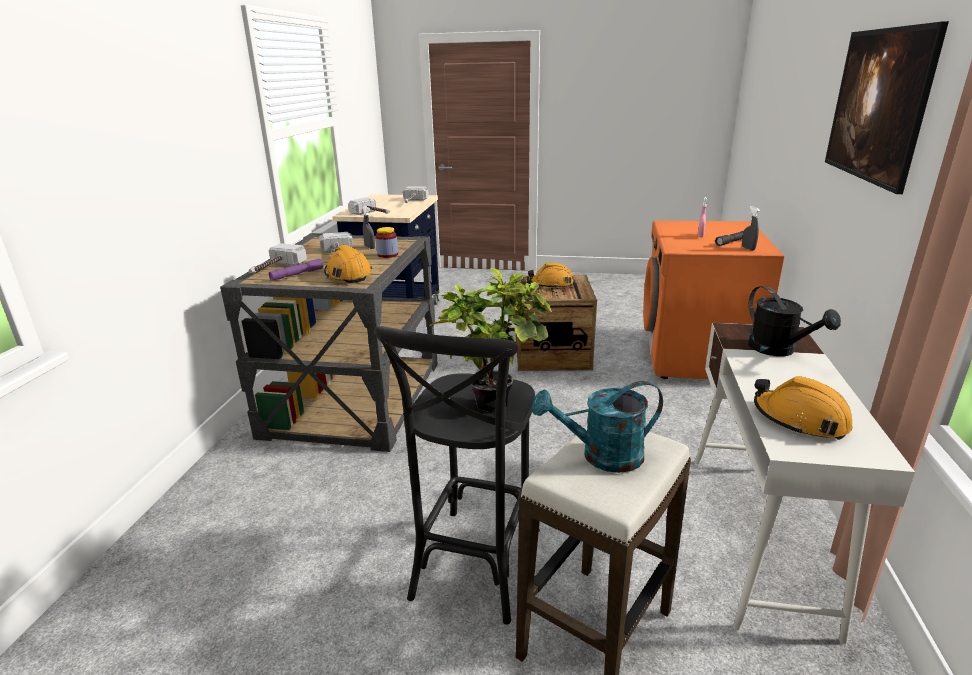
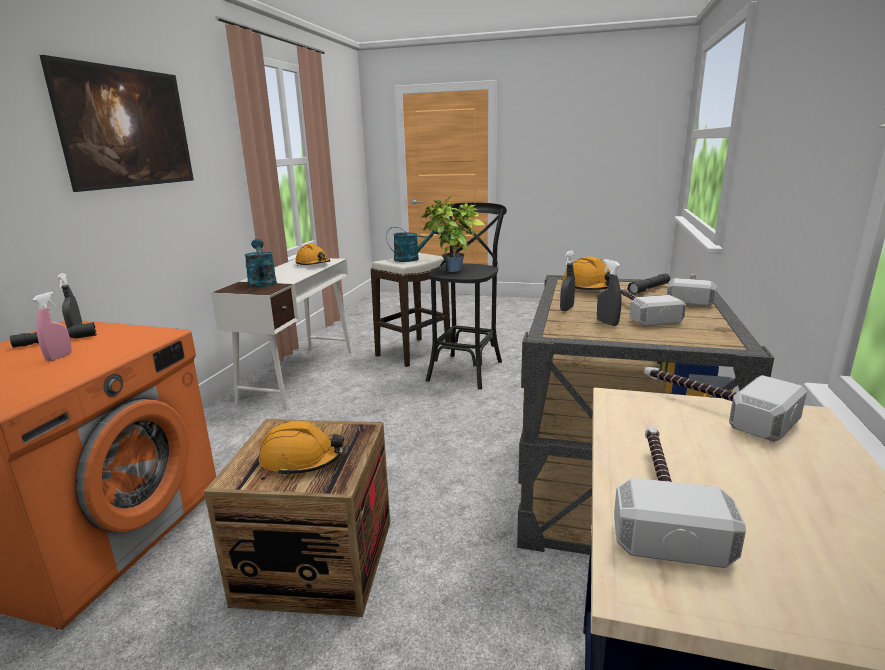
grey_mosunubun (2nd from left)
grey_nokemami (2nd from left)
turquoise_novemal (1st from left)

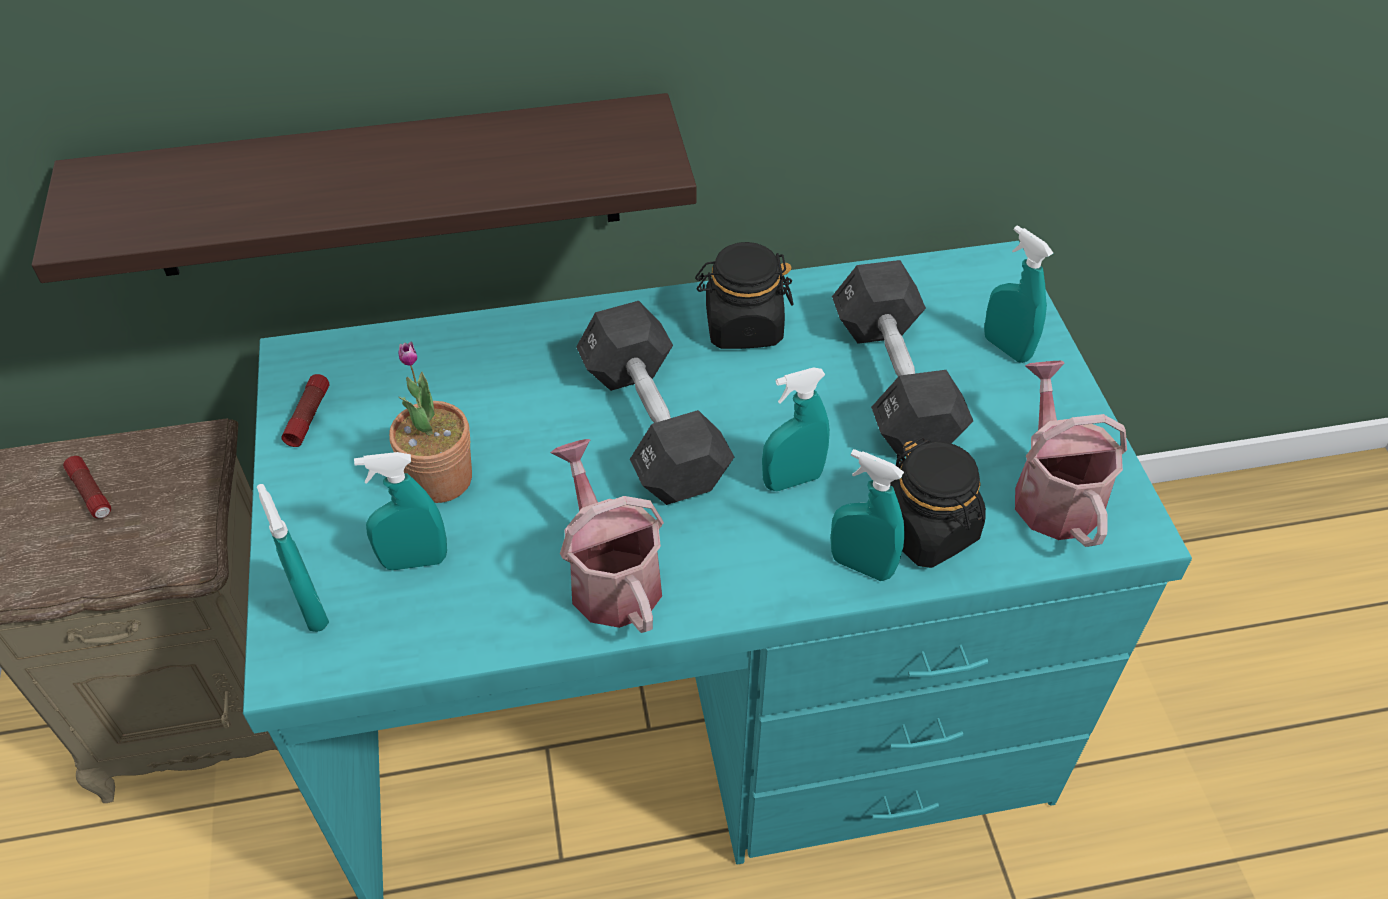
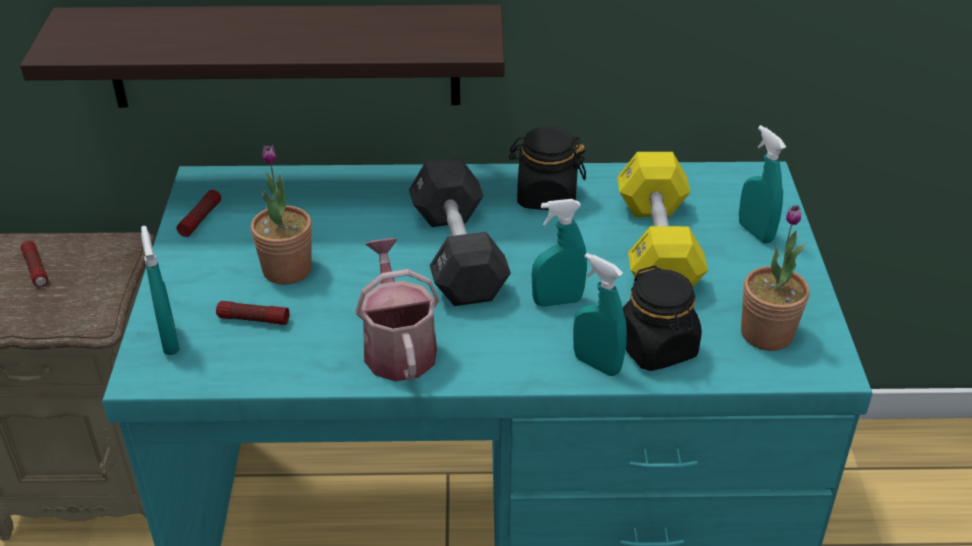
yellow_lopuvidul
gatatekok (2nd from left)
nokemami (3rd from left)

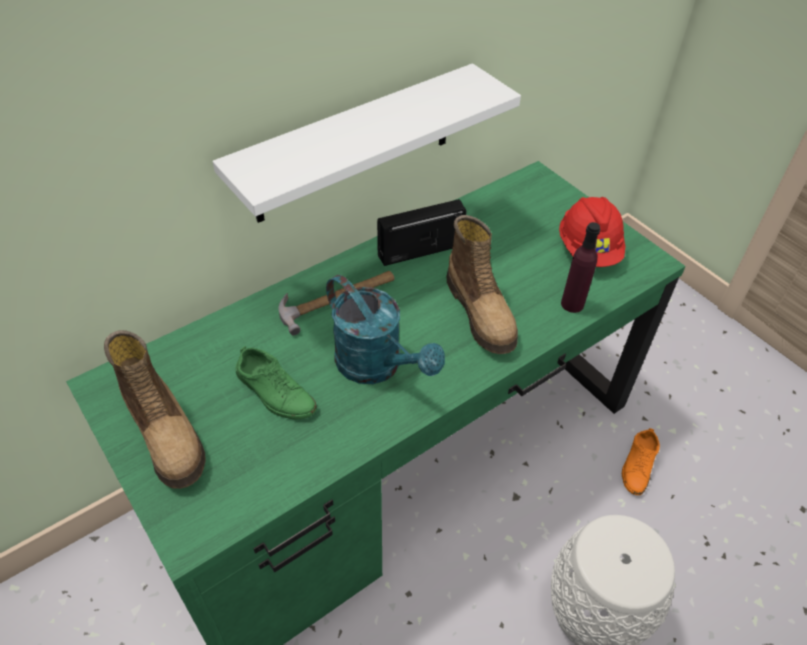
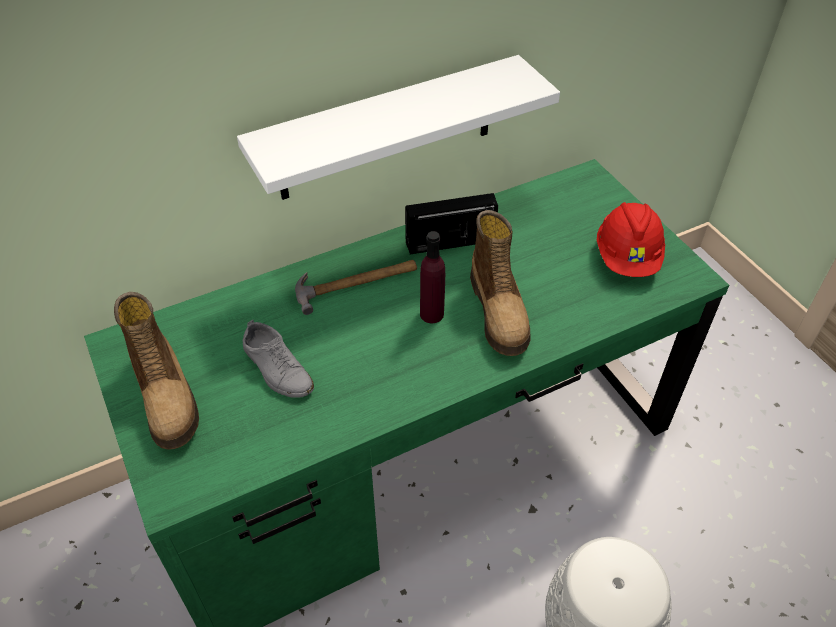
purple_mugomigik
turquoise_novemal
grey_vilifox
orange_vilifox

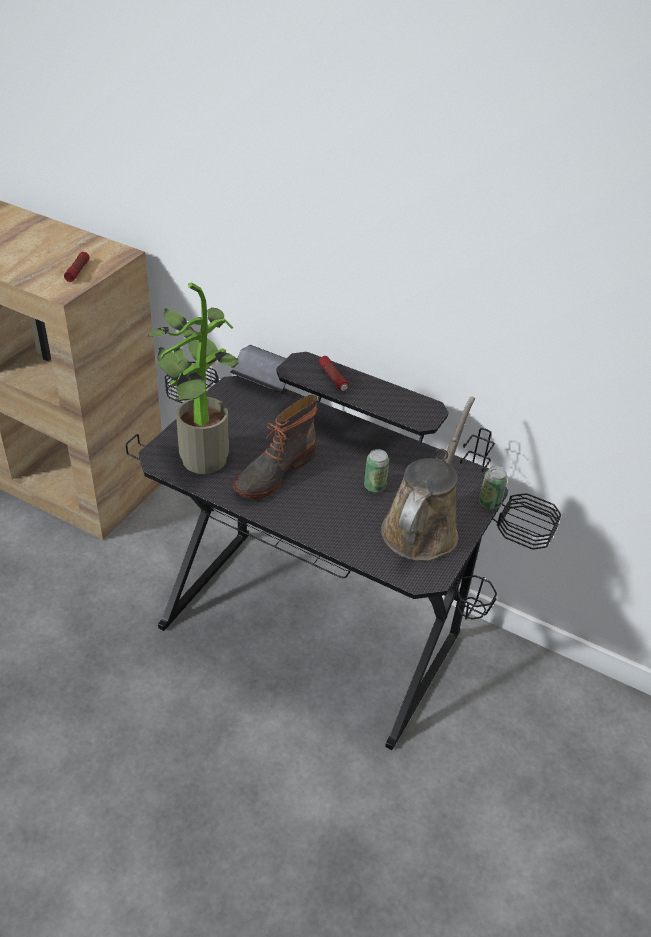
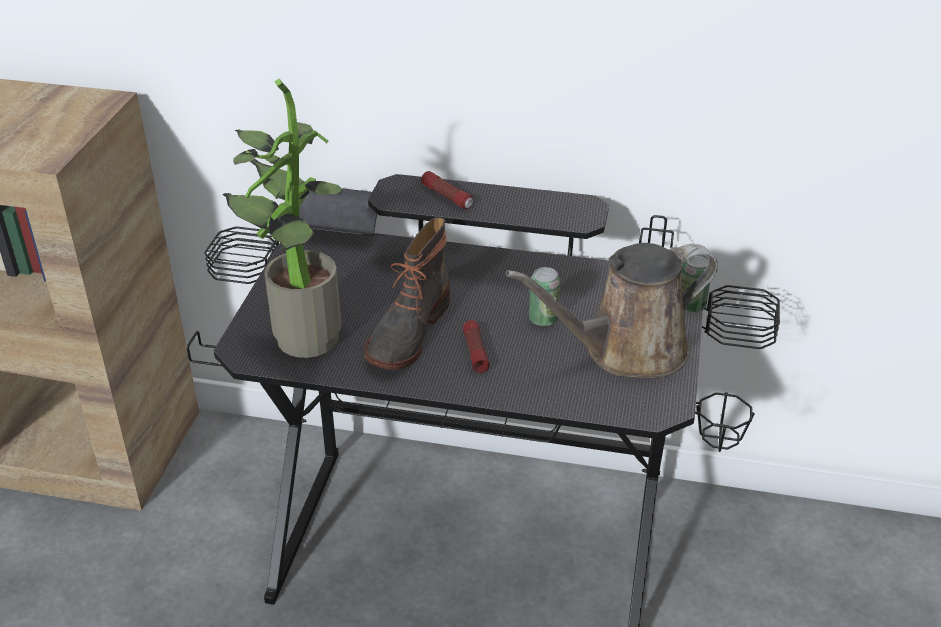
nokemami (2nd from left)
brown_novemal

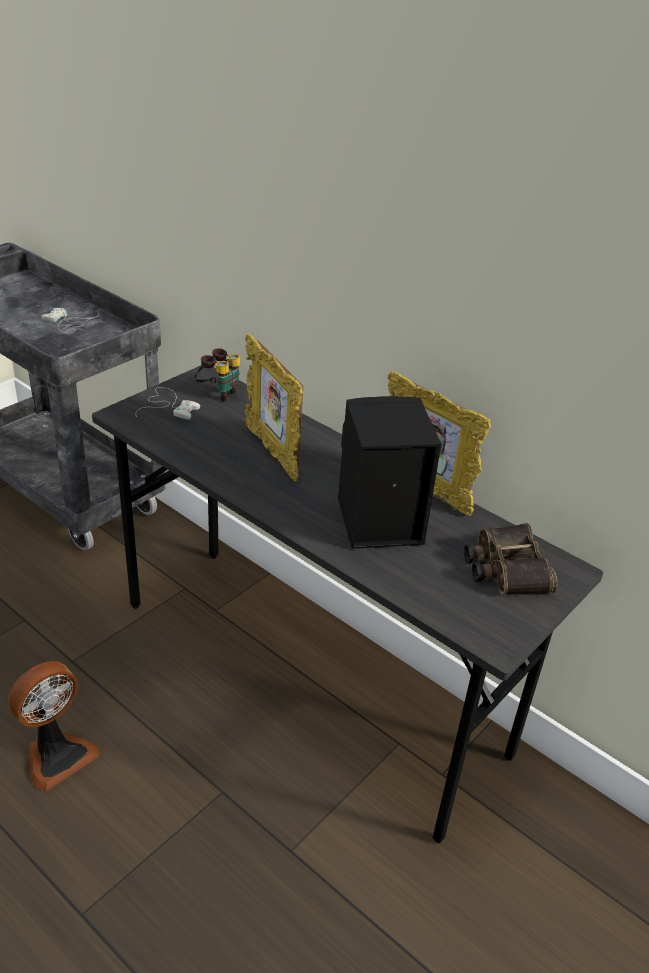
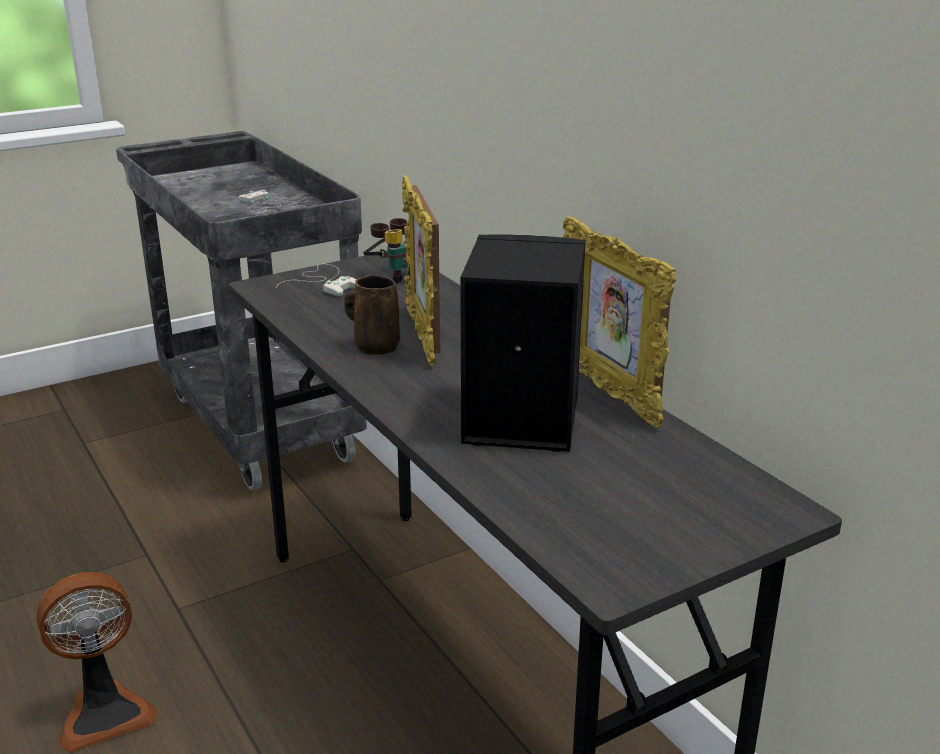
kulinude (2nd from left in the first image)
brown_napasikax

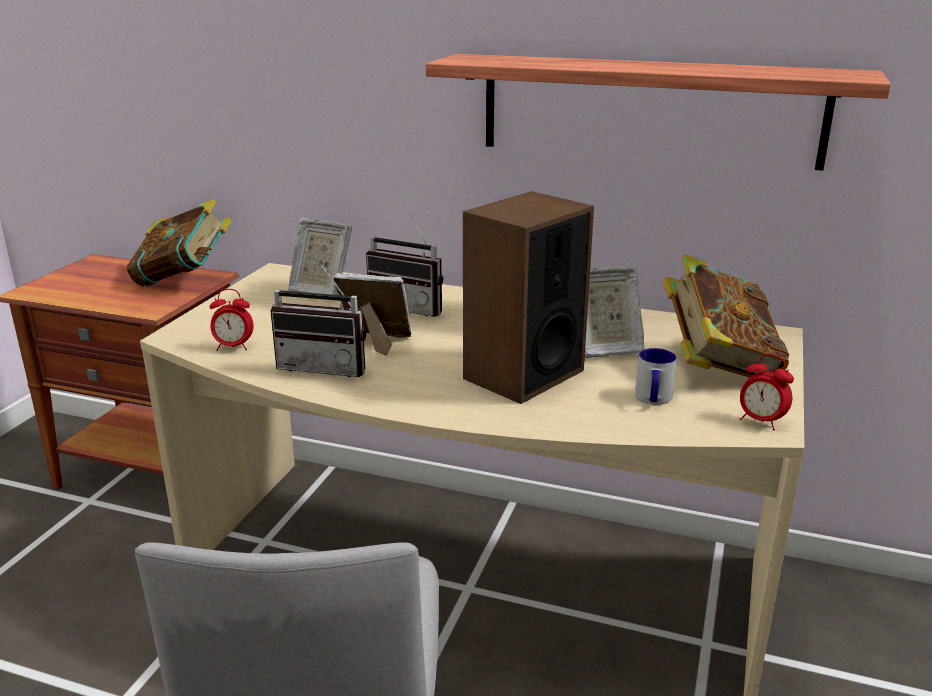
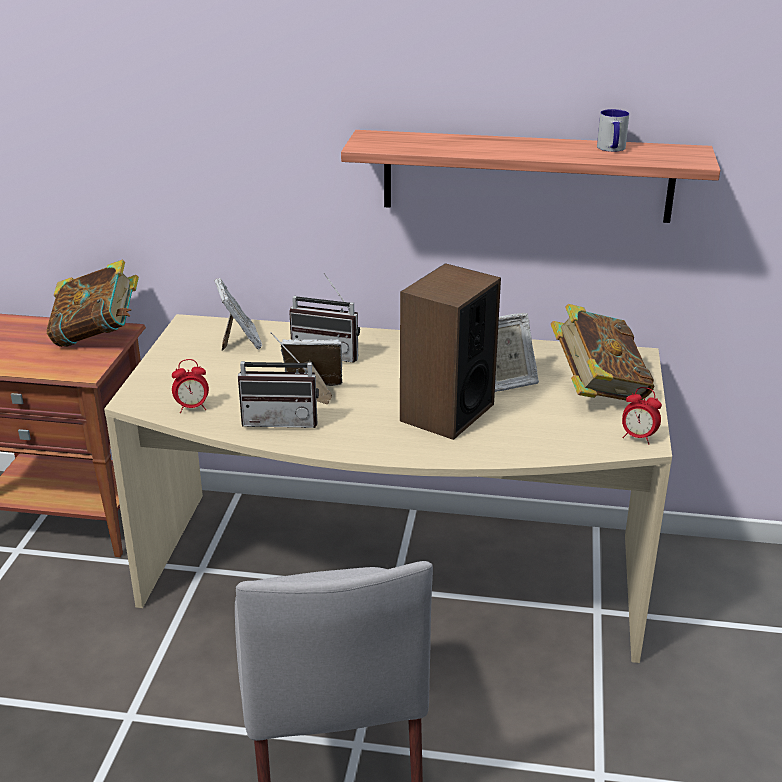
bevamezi (1st from left)
napasikax

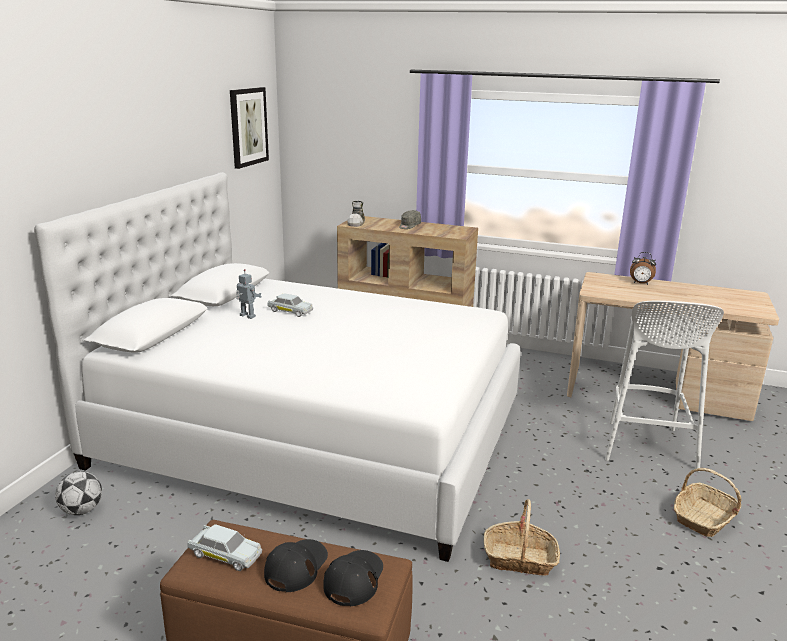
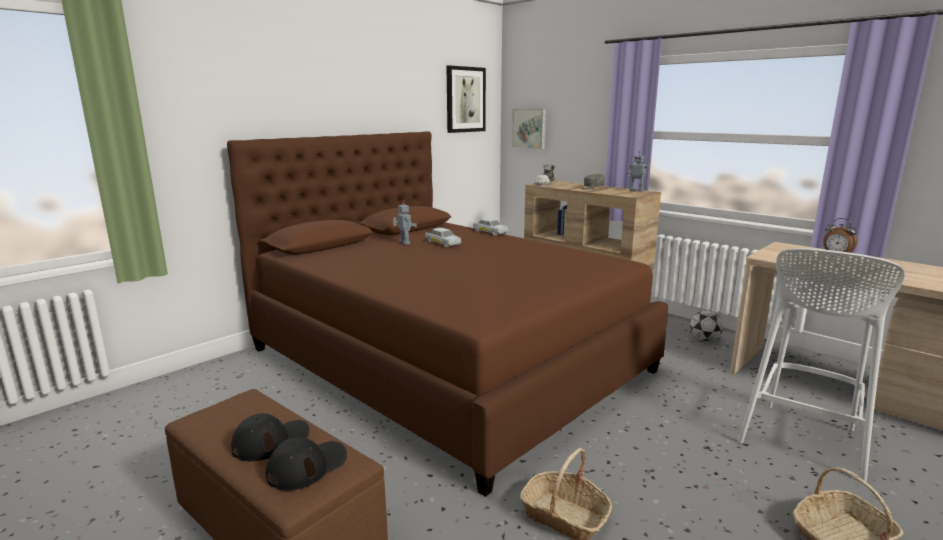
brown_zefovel
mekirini
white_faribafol (2nd from left)
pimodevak (2nd from left)
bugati (2nd from left)

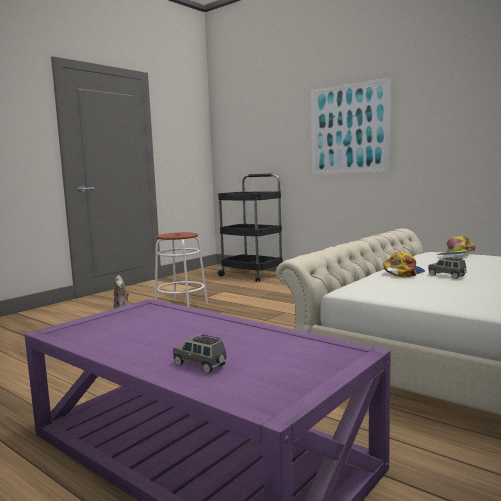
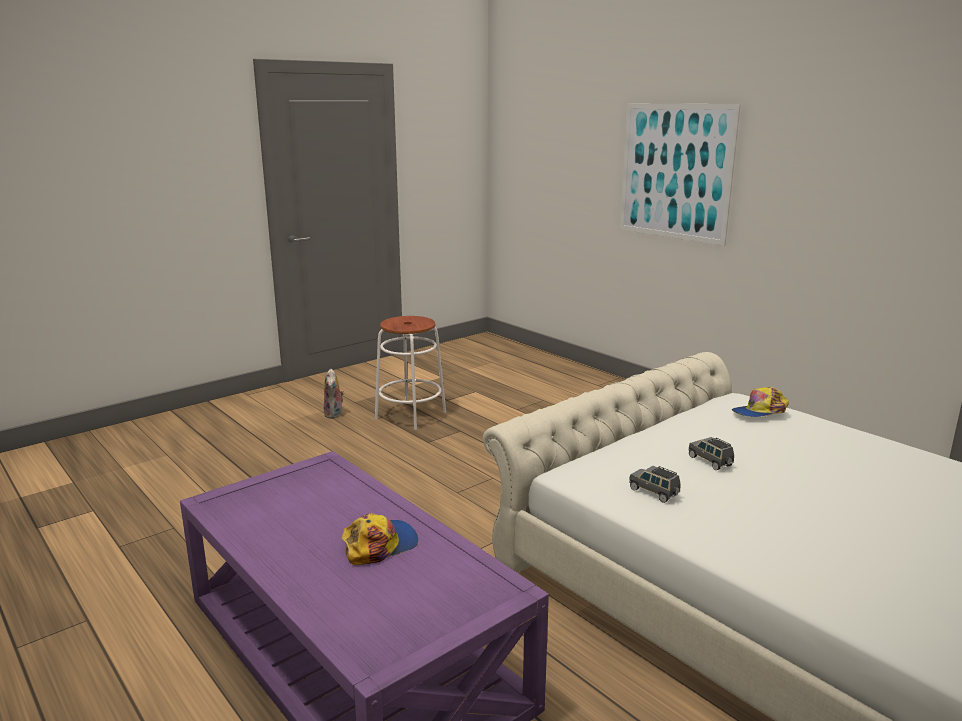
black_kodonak
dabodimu (1st from left)
grey_faribafol (1st from left)

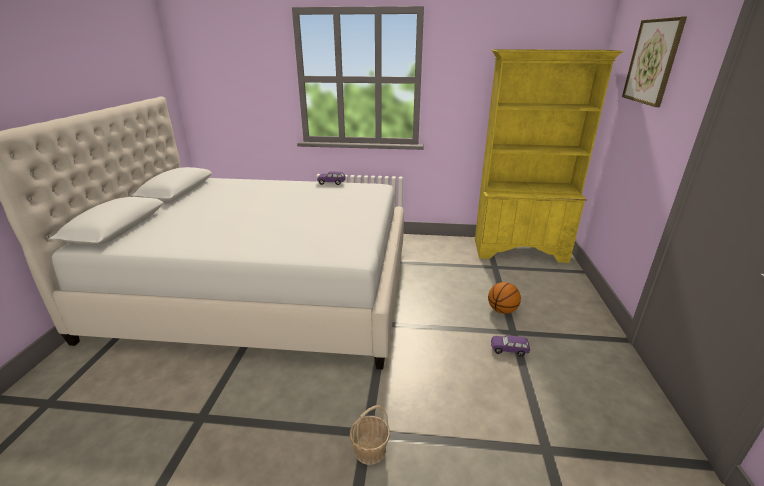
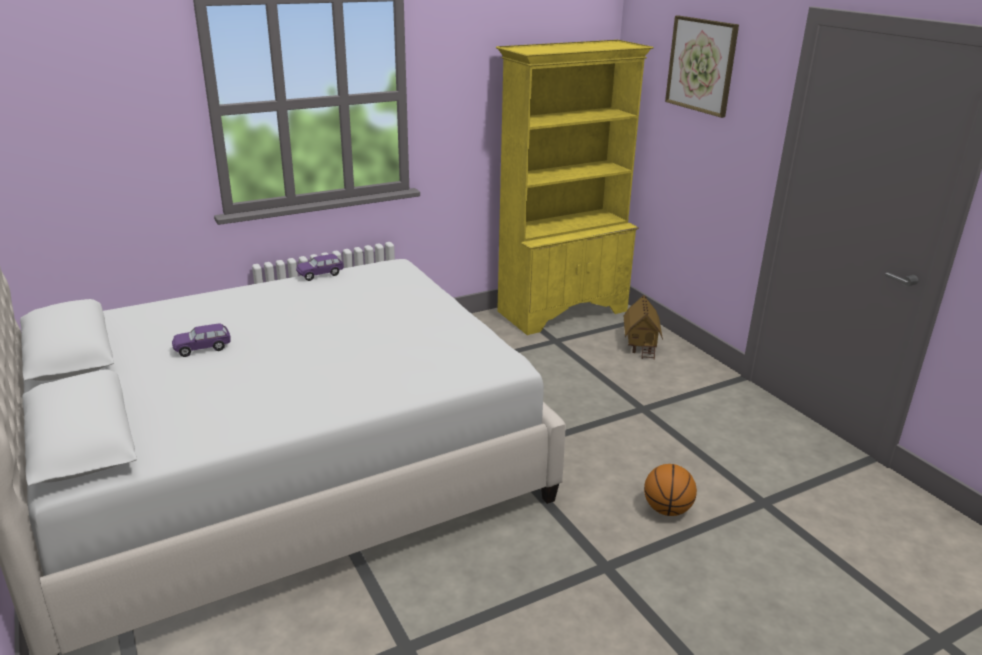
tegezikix
purple_faribafol (1st from left)
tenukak
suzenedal

